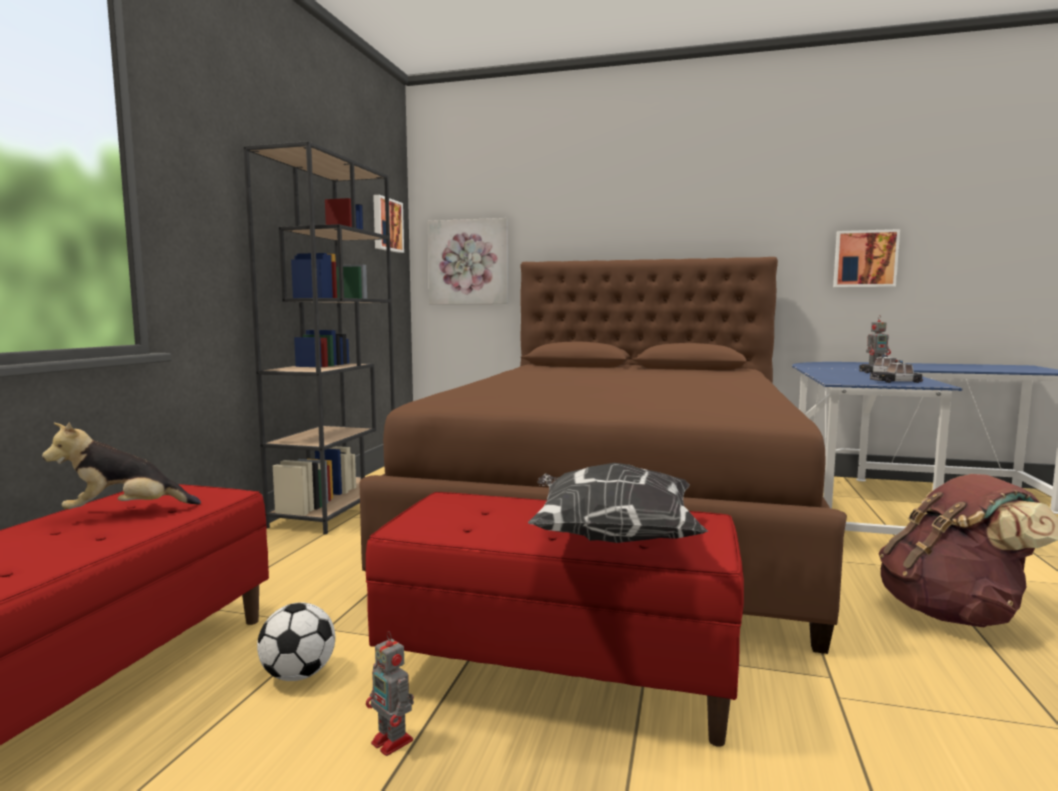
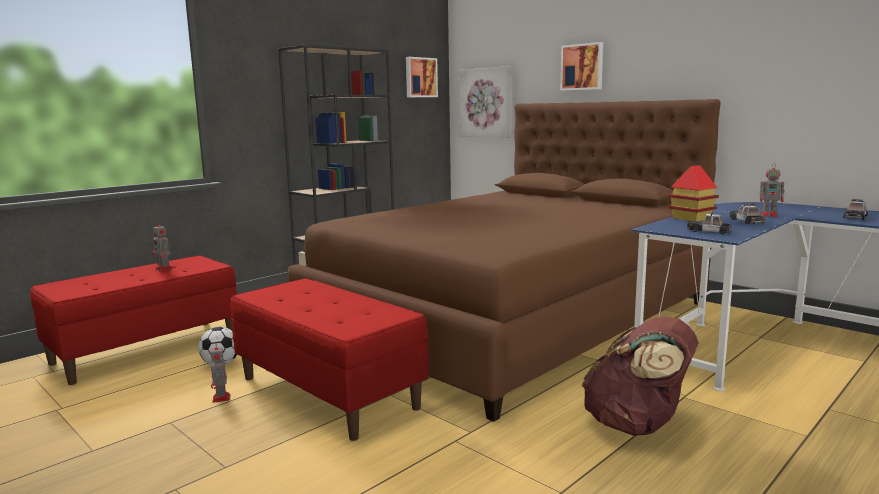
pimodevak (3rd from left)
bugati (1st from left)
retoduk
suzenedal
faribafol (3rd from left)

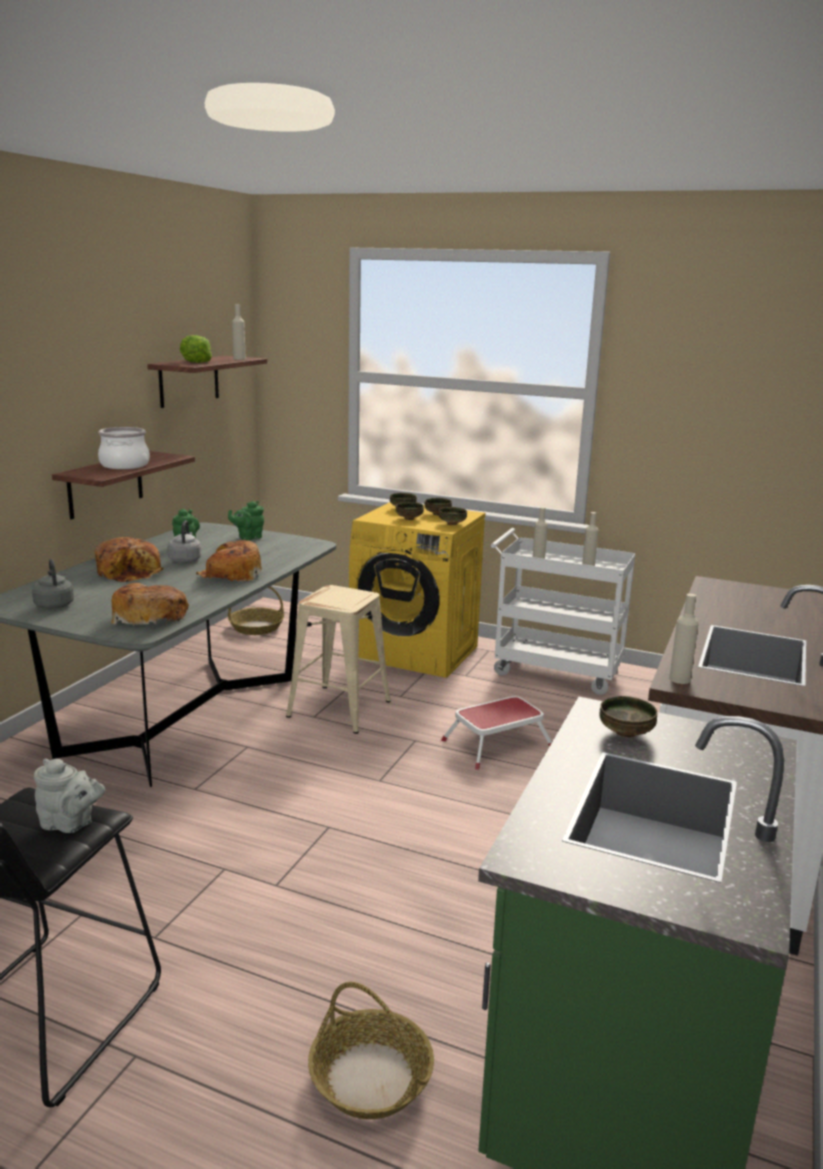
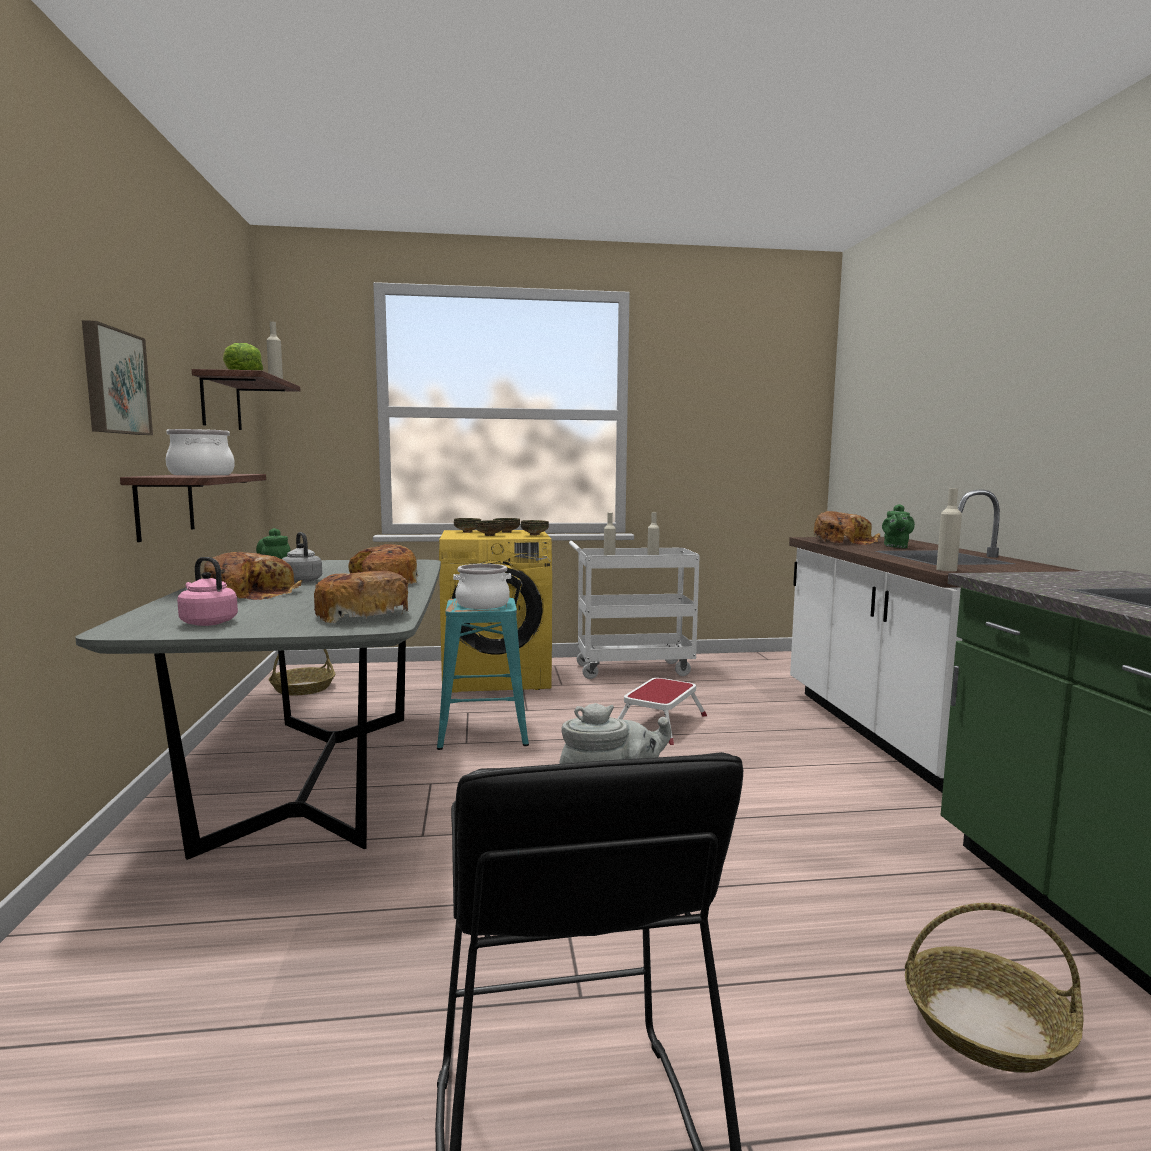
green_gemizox (2nd from left)
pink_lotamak
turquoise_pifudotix
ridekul (5th from left in the first image)
pimodevak
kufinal (4th from left)
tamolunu (2nd from left)

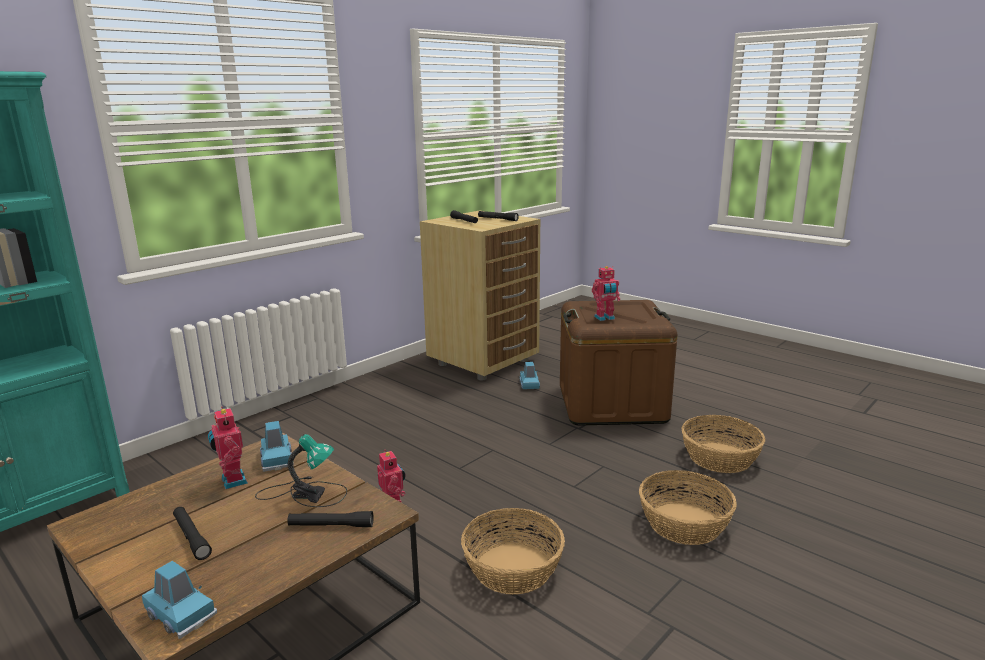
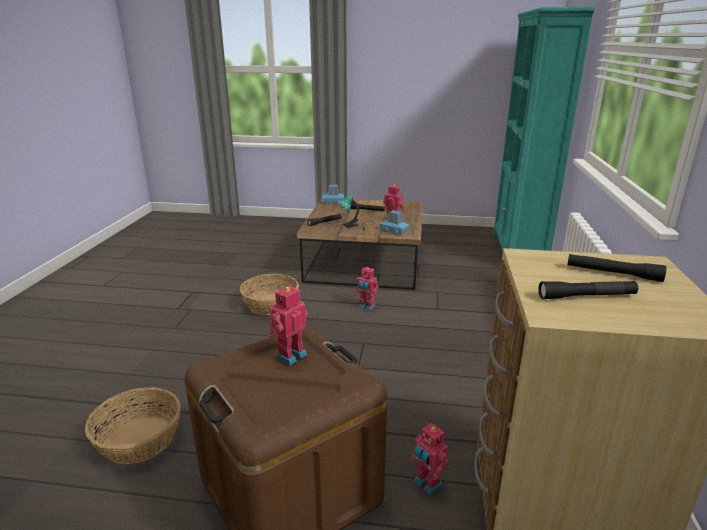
bugati (4th from left)
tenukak (2nd from left in the first image)

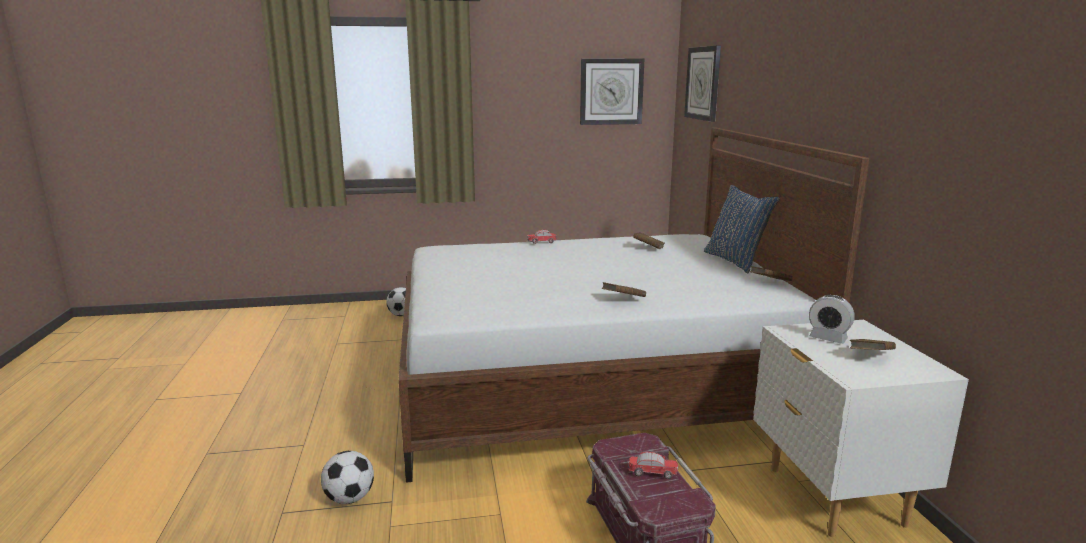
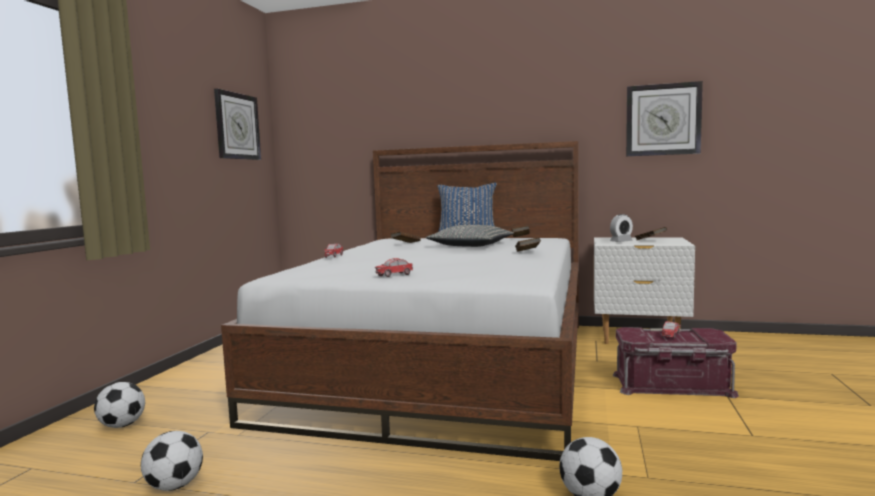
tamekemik (2nd from left)
grey_retoduk
faribafol (2nd from left)
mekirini (2nd from left)

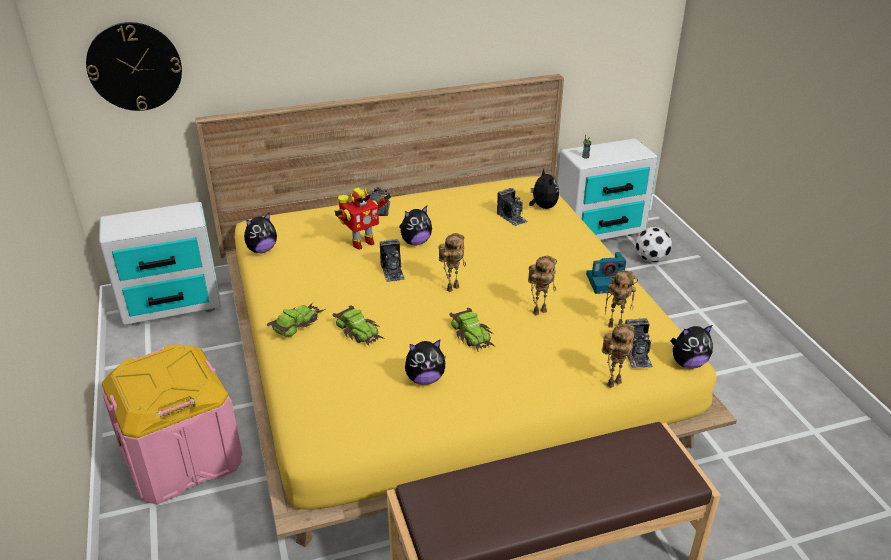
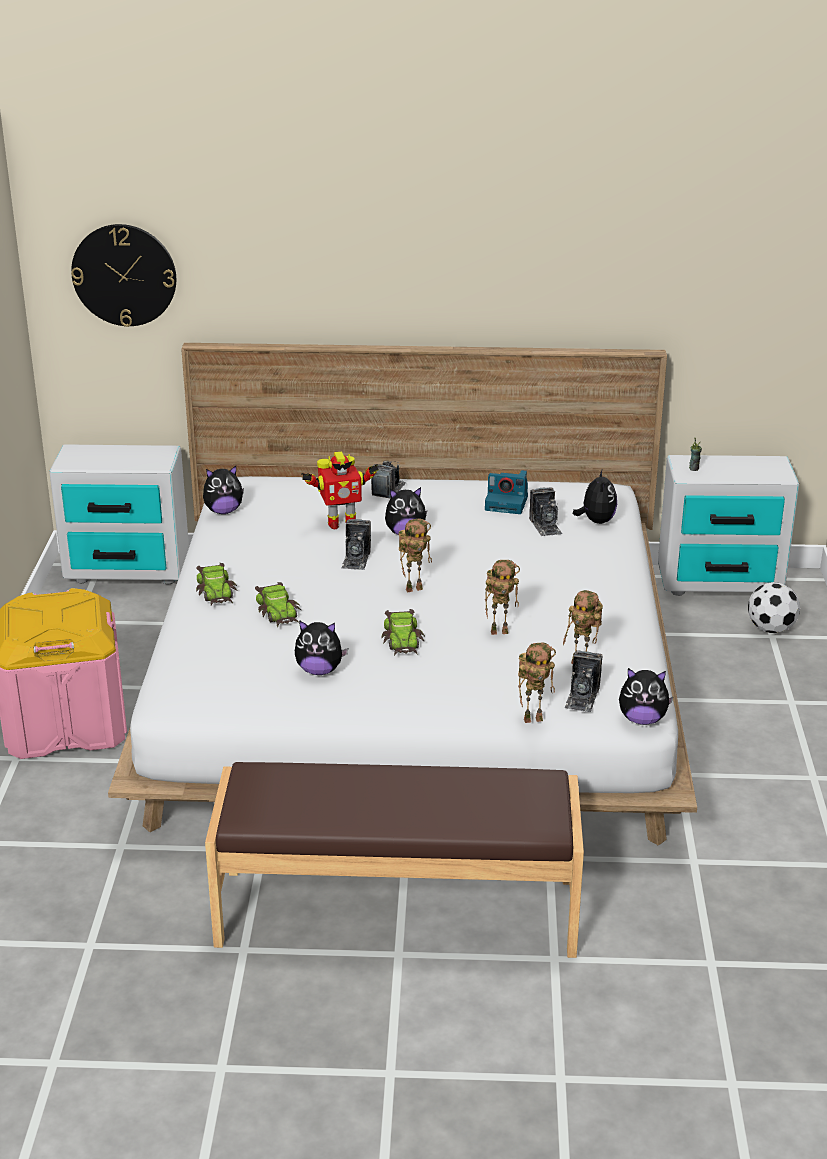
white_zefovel
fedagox (3rd from left)
faribafol (1st from left)

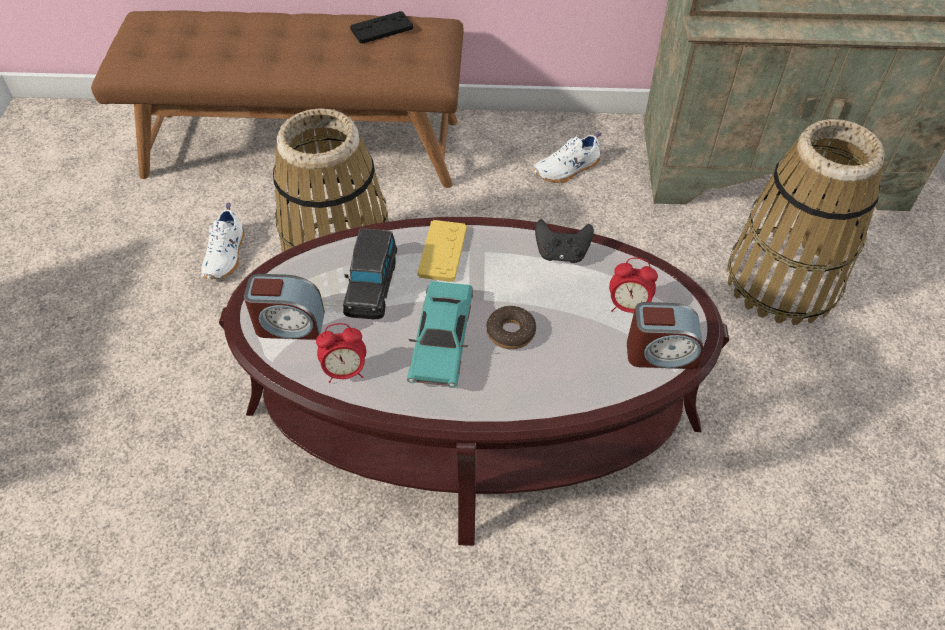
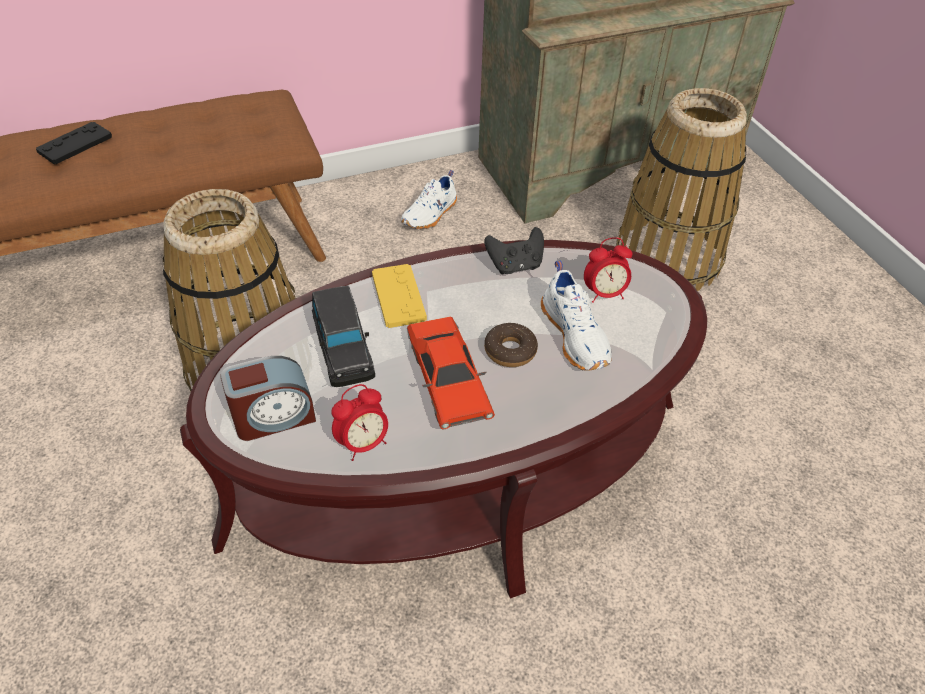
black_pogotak (1st from left)
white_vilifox (2nd from left)
red_faribafol
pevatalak (4th from left in the first image)

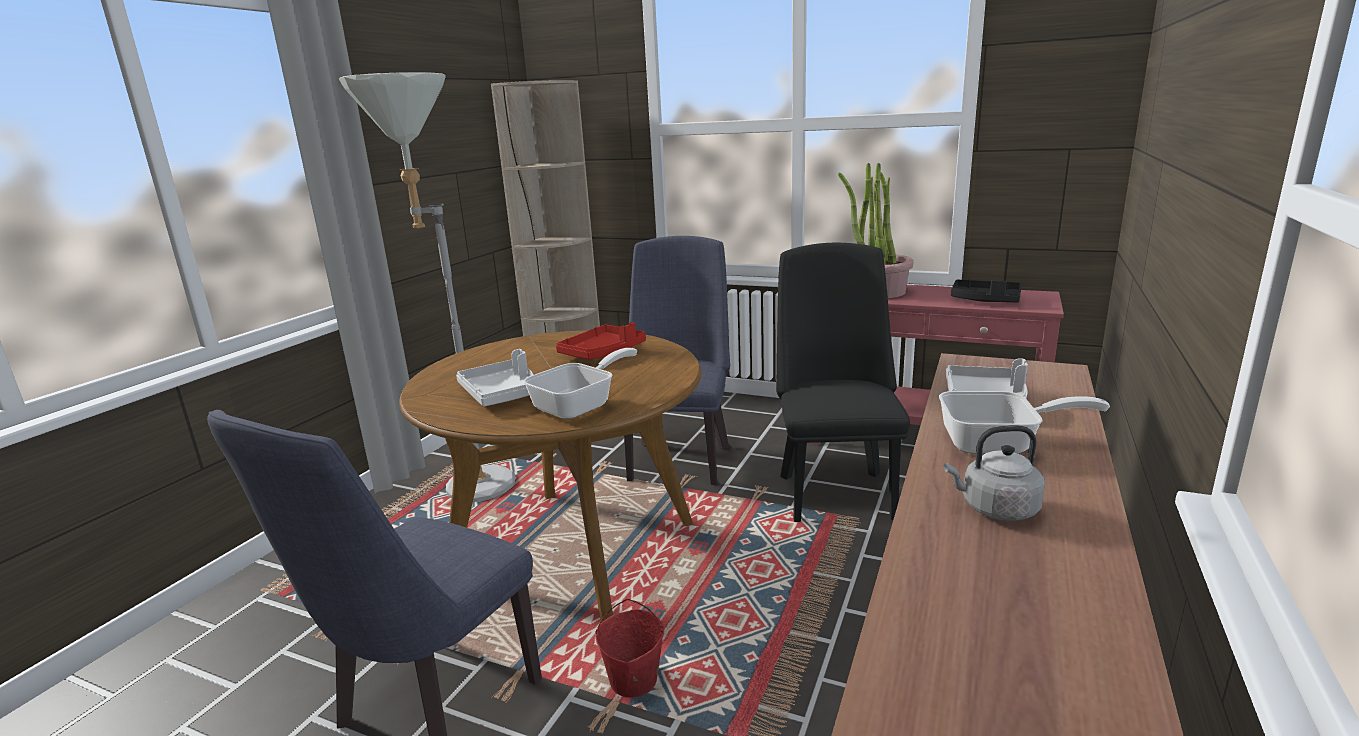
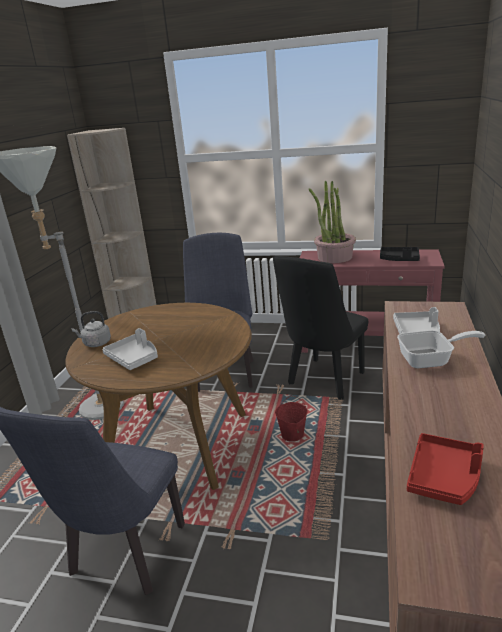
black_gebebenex
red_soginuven
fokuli (1st from left in the first image)
grey_lotamak
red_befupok

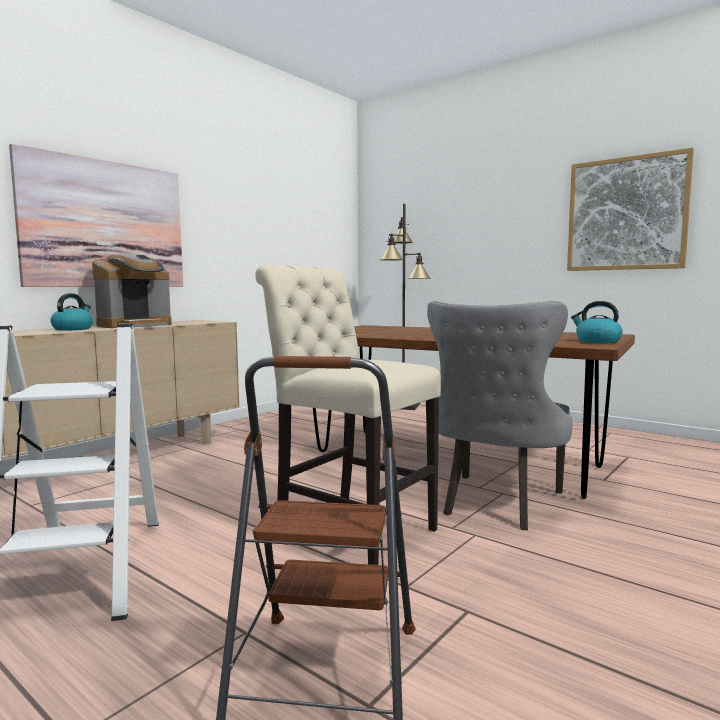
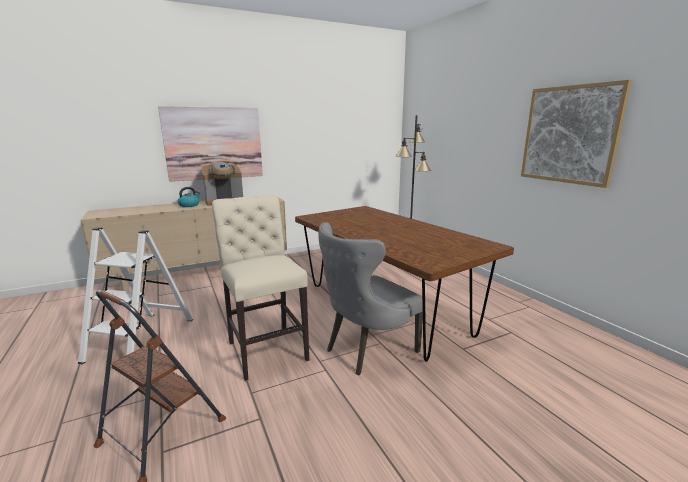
lotamak (2nd from left in the first image)

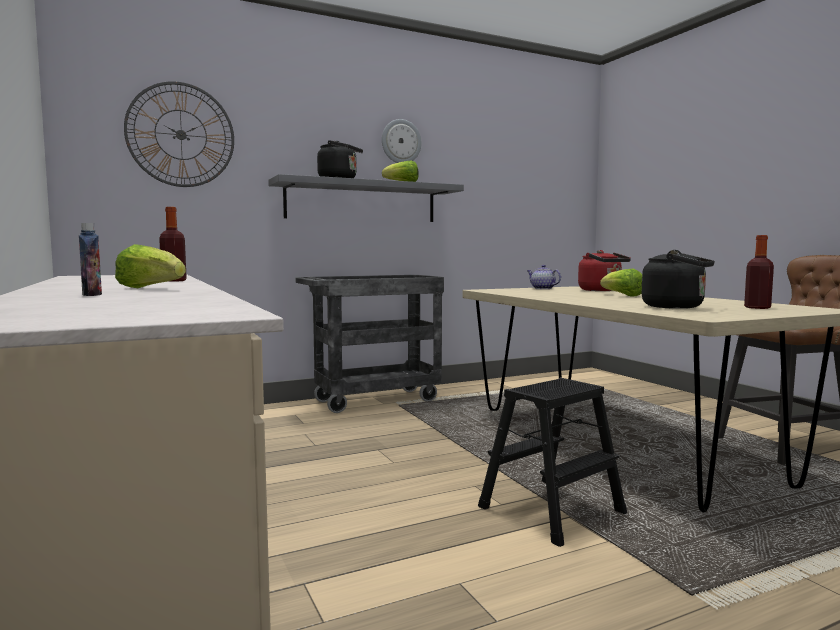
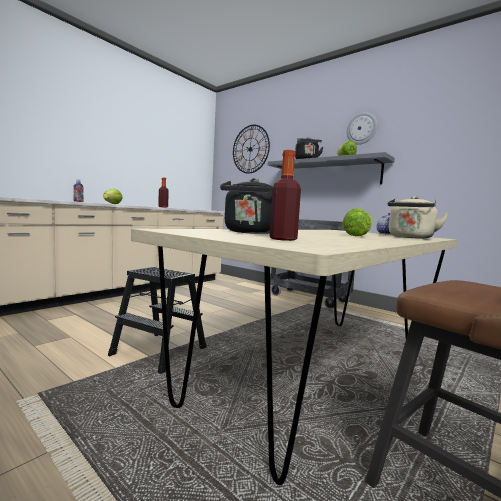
beige_lotamak

